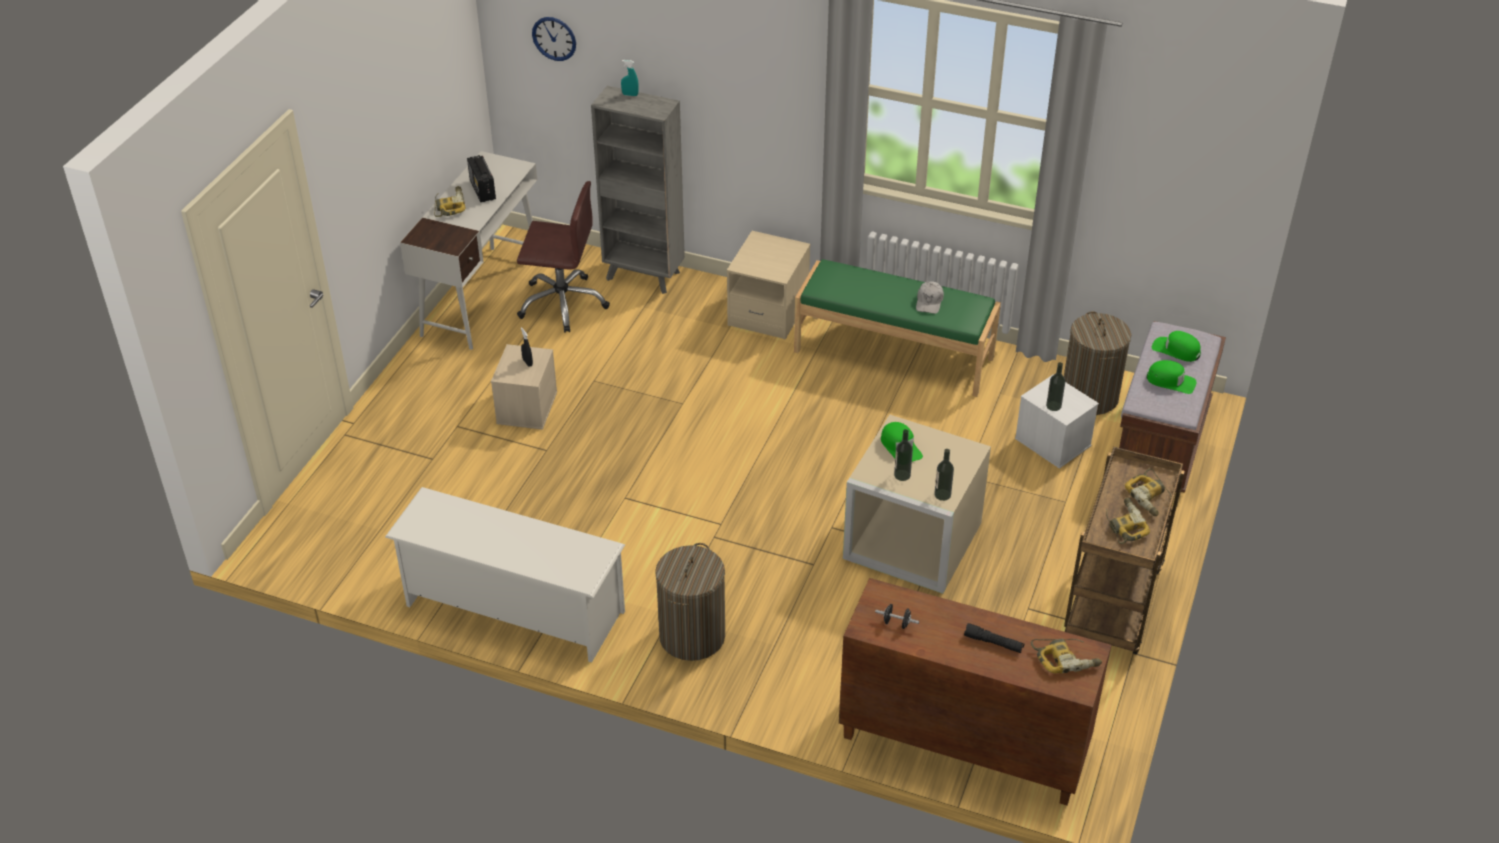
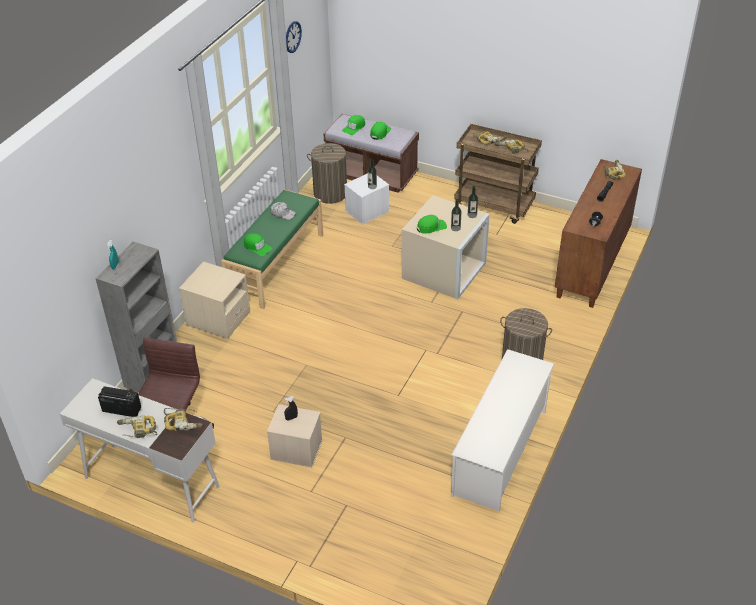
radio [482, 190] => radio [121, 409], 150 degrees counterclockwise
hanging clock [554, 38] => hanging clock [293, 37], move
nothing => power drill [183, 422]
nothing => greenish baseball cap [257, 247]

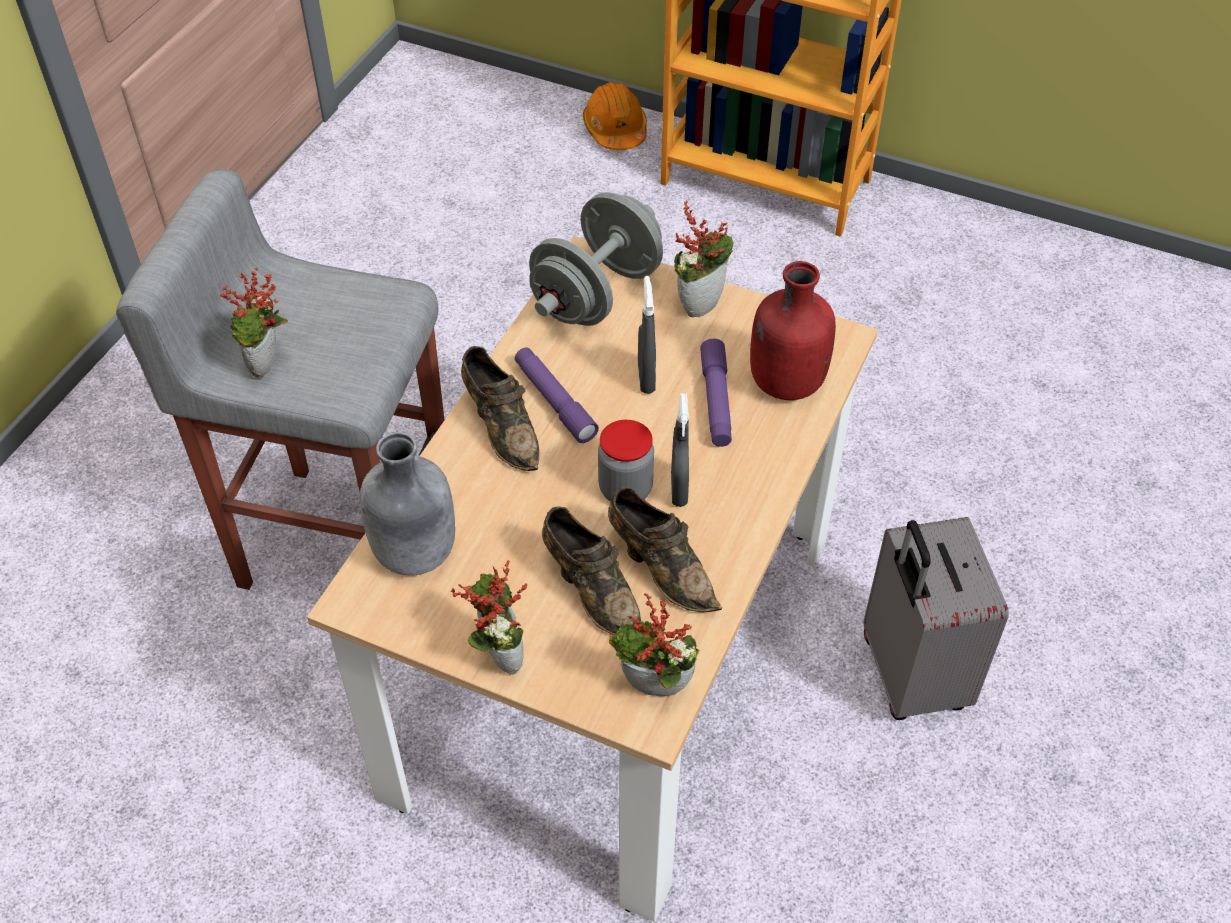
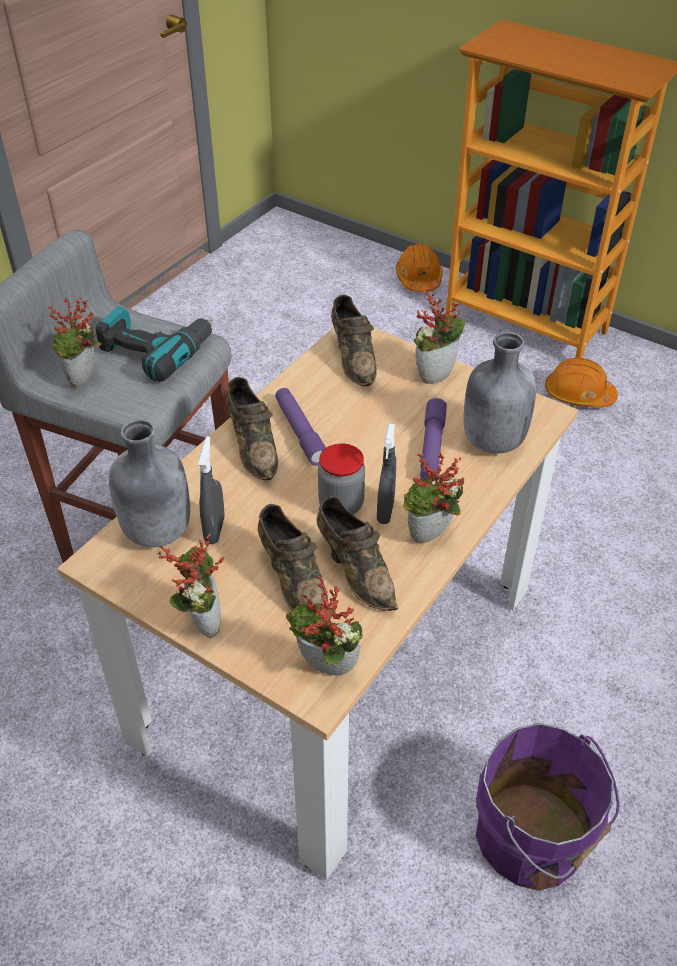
grey free weight [596, 294] => brown low shoe [353, 358]
grey hand sprayer [646, 378] => grey hand sprayer [214, 530], move
reddish bottle [784, 383] => grey bottle [491, 441]
grey suitcase [909, 675] => nothing
nothing => power drill [156, 350]
nothing => plant in a pot [430, 539]
nothing => purple water bucket [534, 839]
nothing => orange work helmet [578, 395]

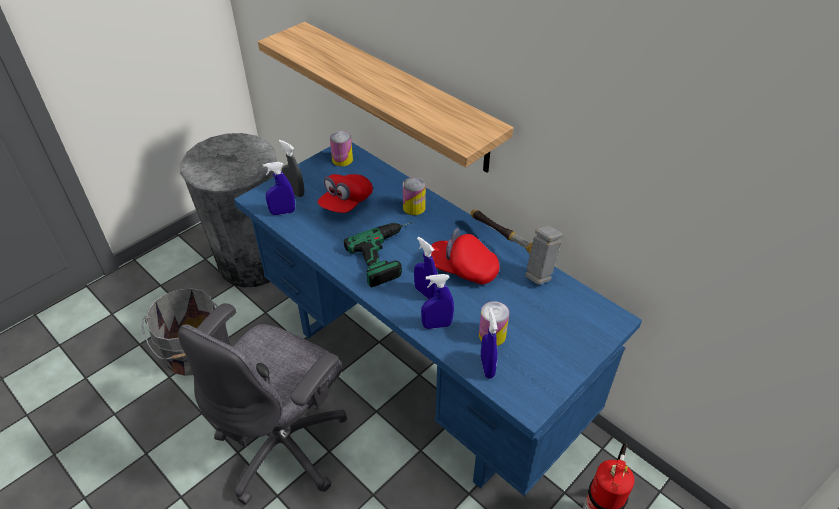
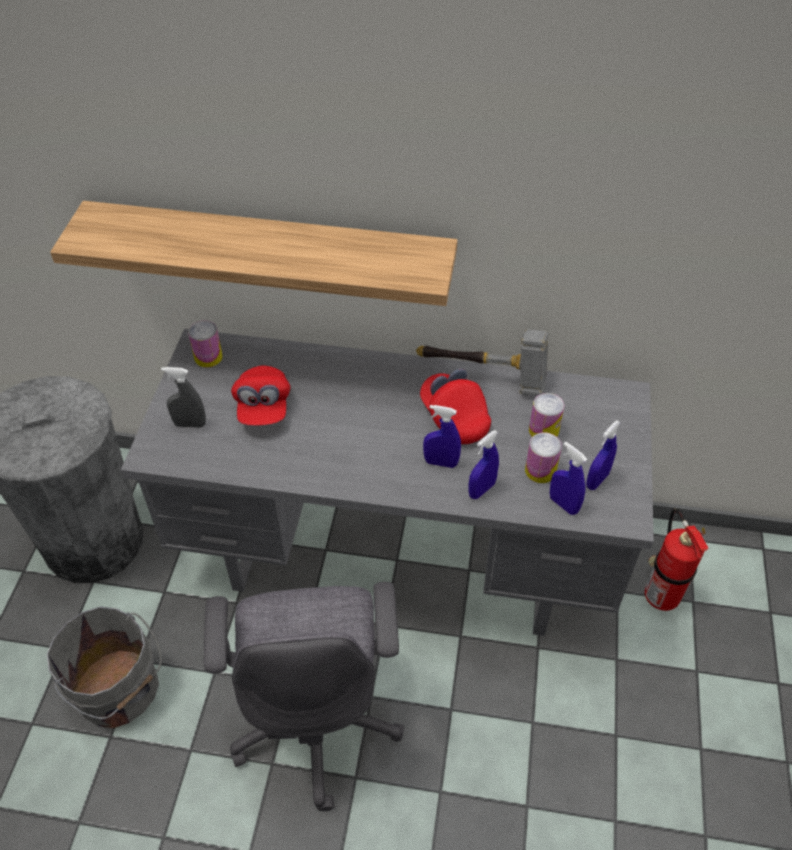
blue desk [422, 373] => grey desk [398, 557]
blue hand sprayer [283, 212] => blue hand sprayer [597, 480], move
power drill [390, 254] => nothing
can [414, 207] => can [543, 430], move
reddish baseball cap [463, 269] => reddish baseball cap [454, 417], 75 degrees clockwise

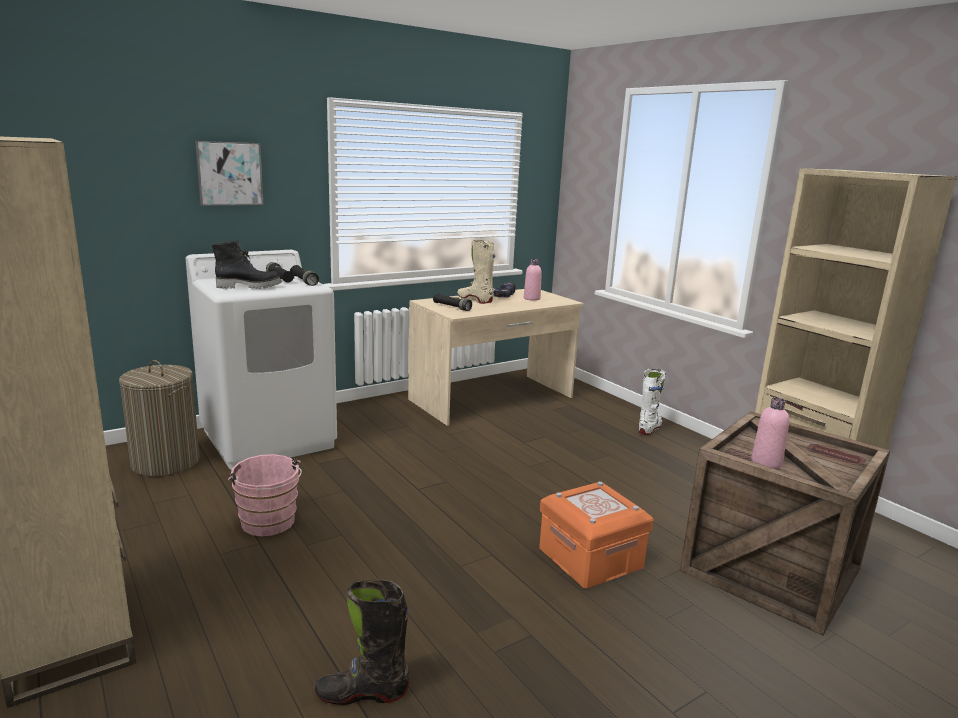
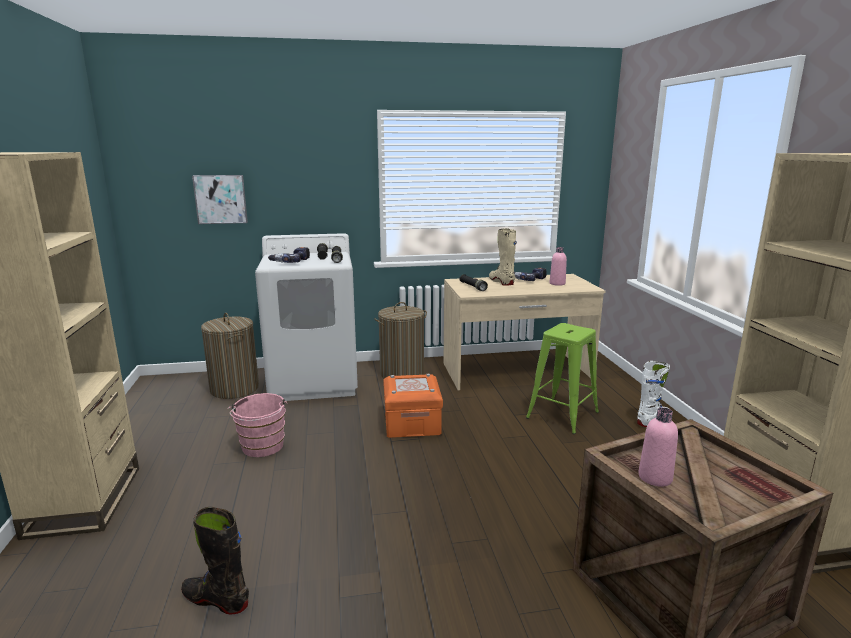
wall picture [229, 173] => wall picture [221, 199], move
blackish boot [249, 286] => power drill [291, 261]
orange storage bin [590, 558] => orange storage bin [412, 424], move
nothing => washing basket [402, 373]
nothing => greenish sitting stool [563, 415]

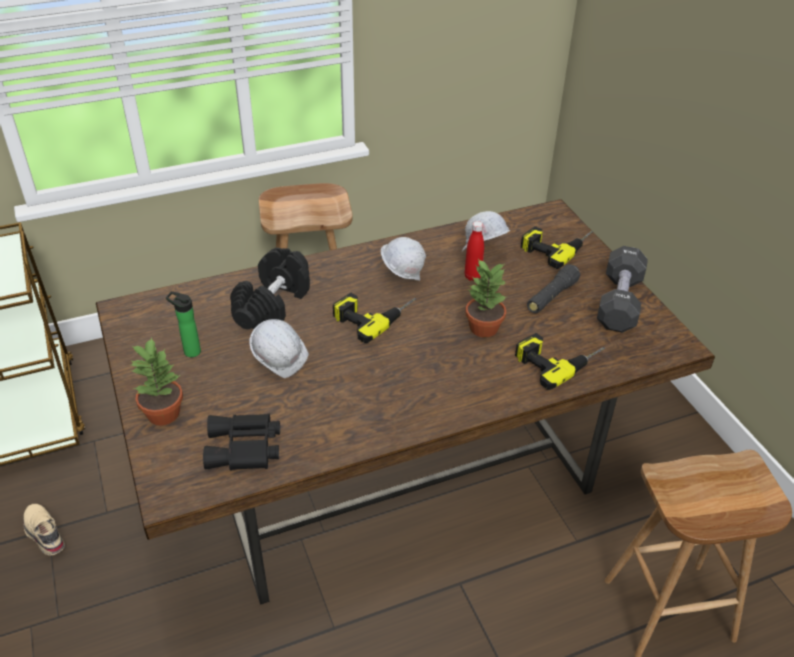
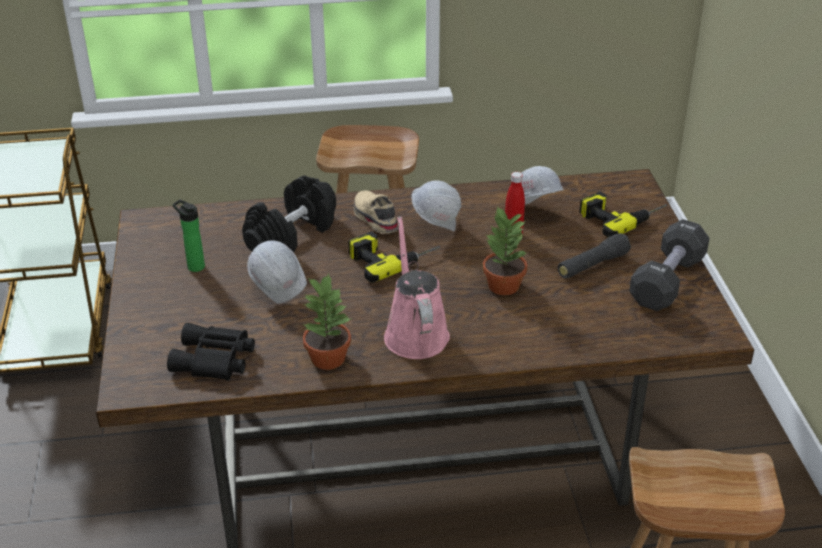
sand-coloured low shoe [43, 533] => sand-coloured low shoe [374, 218], move
plant in a pot [163, 413] => plant in a pot [328, 358], move
power drill [557, 358] => nothing
nothing => pink watering pot [415, 333]

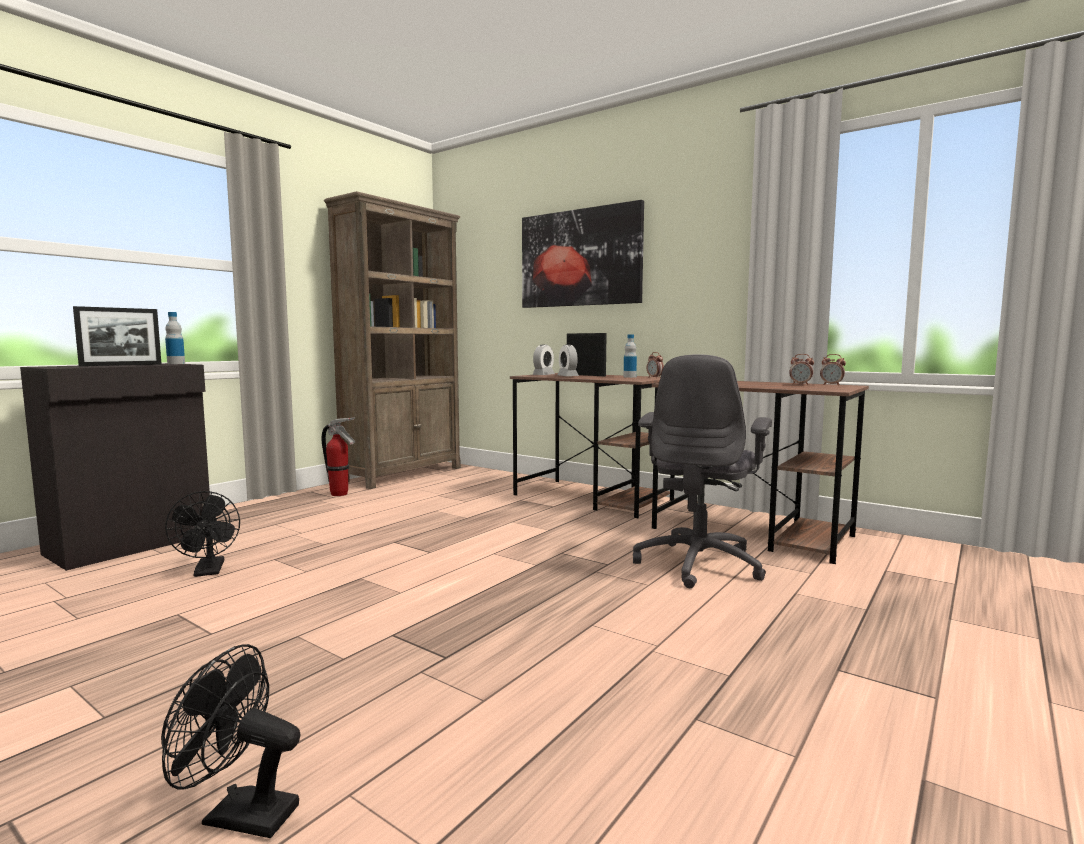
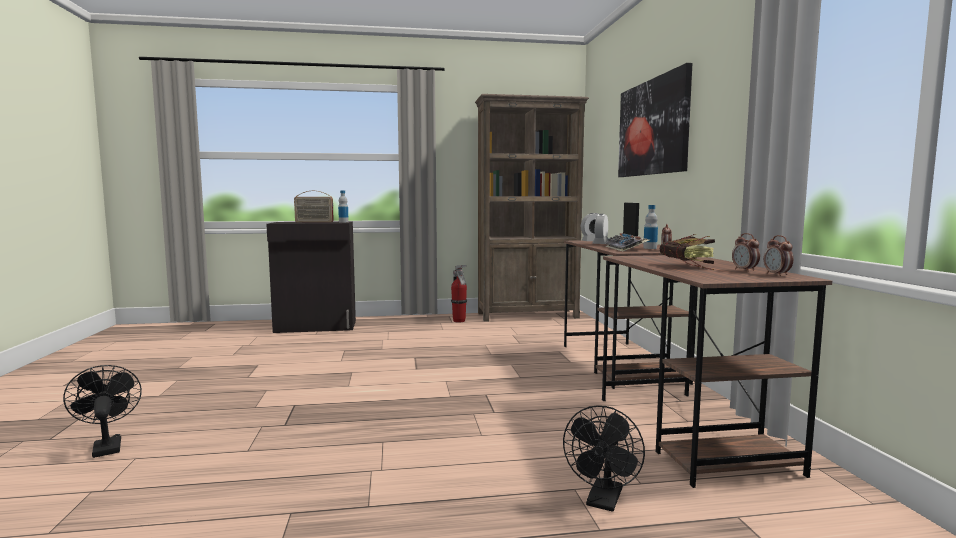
photo frame [121, 365] => radio [314, 222]
blackish electric fan [209, 571] => blackish electric fan [603, 502], move
grey office chair [699, 564] => nothing
nothing => computer keyboard [626, 248]
nothing => volume [689, 267]

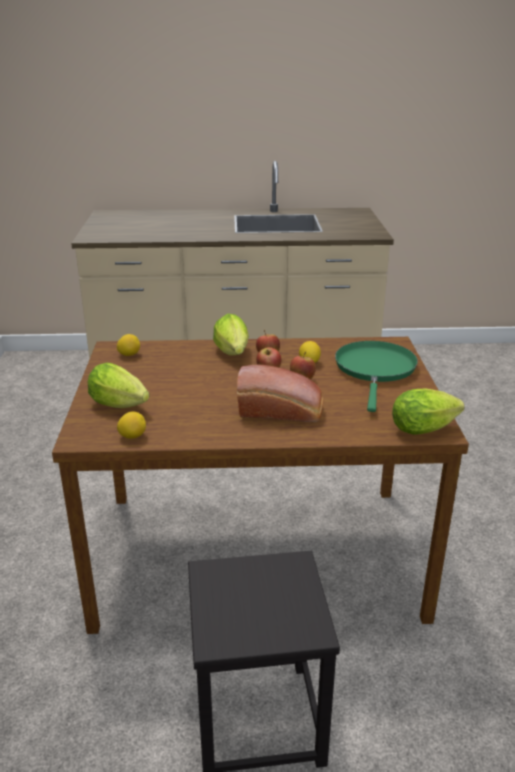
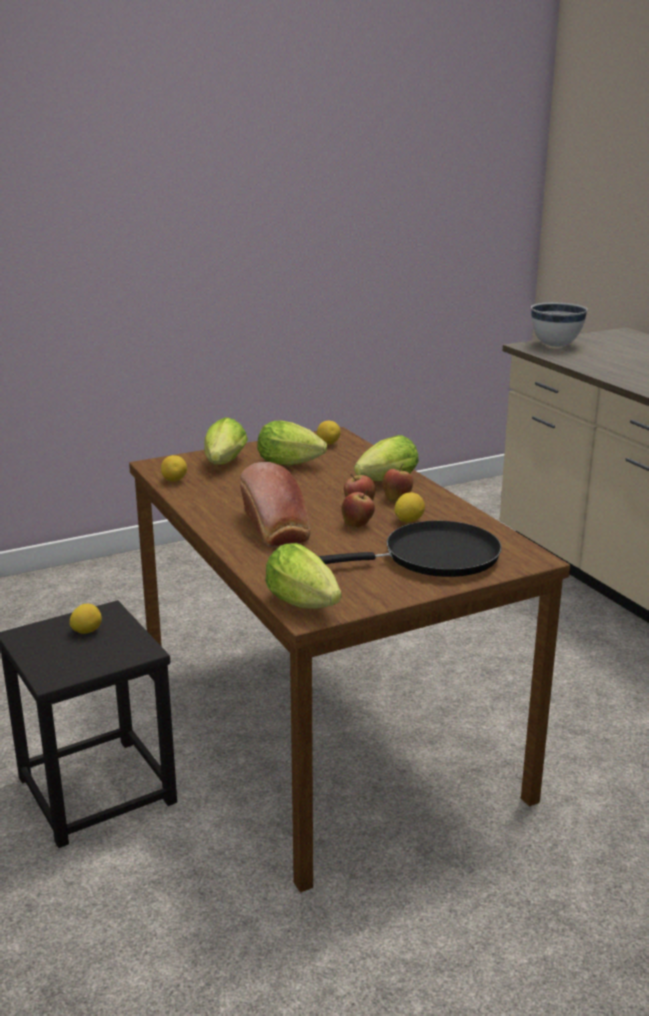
greenish skillet [375, 370] => blackish skillet [433, 557]
nothing => lemon [87, 631]
nothing => lettuce [293, 464]
nothing => white serving bowl [556, 346]

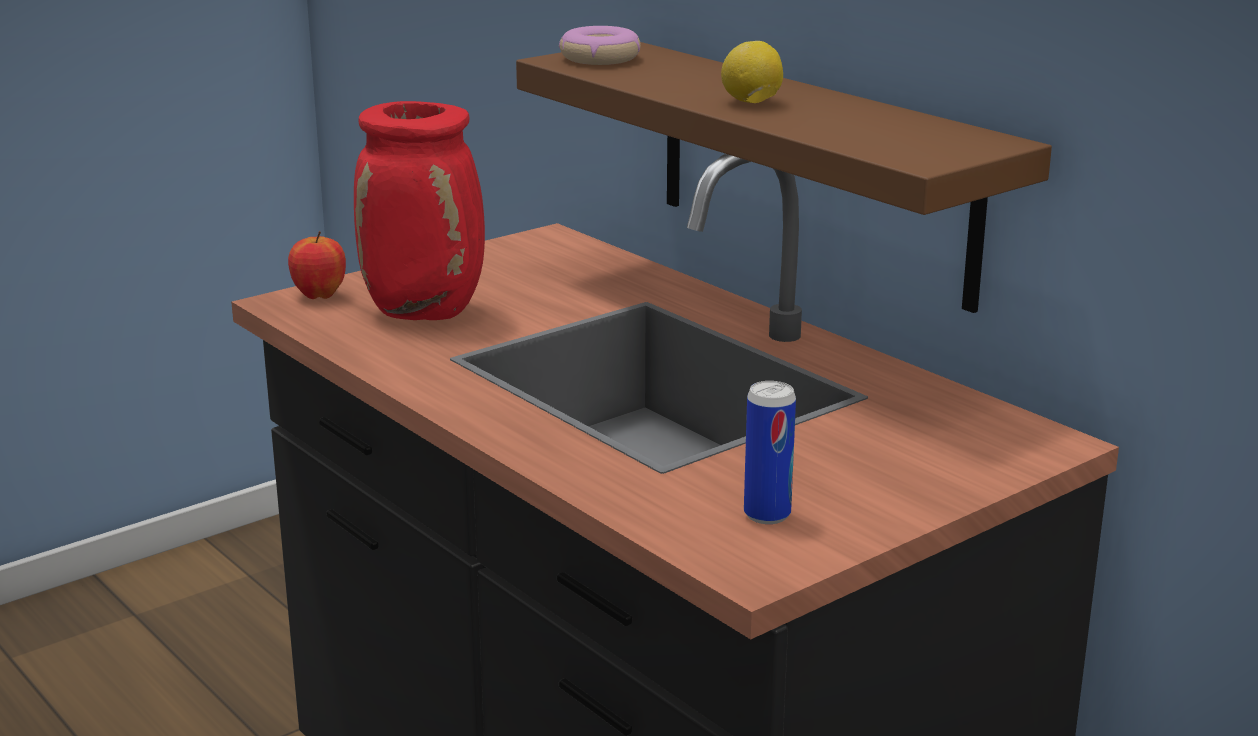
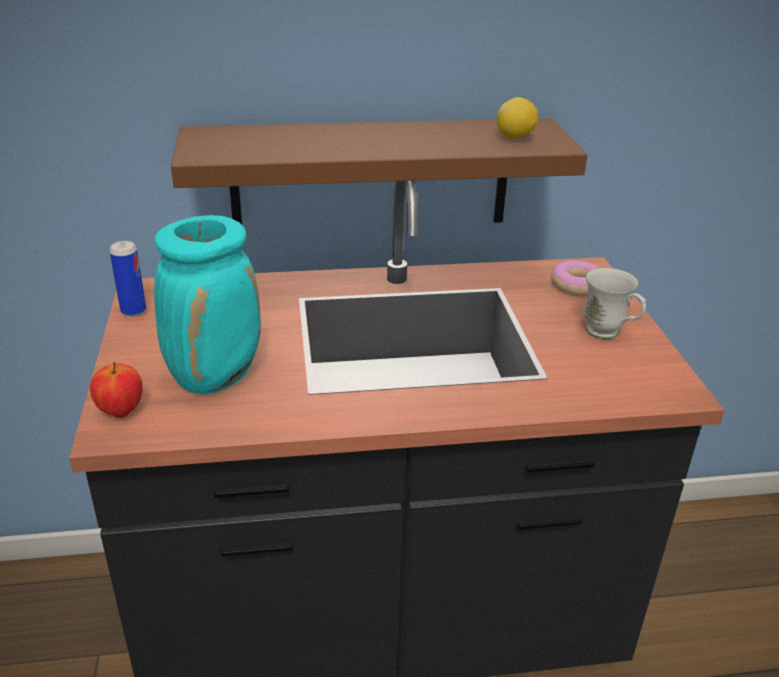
reddish decorative vase [427, 312] => turquoise decorative vase [215, 376]
ring doughnut [599, 58] => ring doughnut [576, 285], move
lemon [752, 102] => lemon [515, 138], move
can [767, 514] => can [133, 311], move
nothing => white mug [609, 335]

